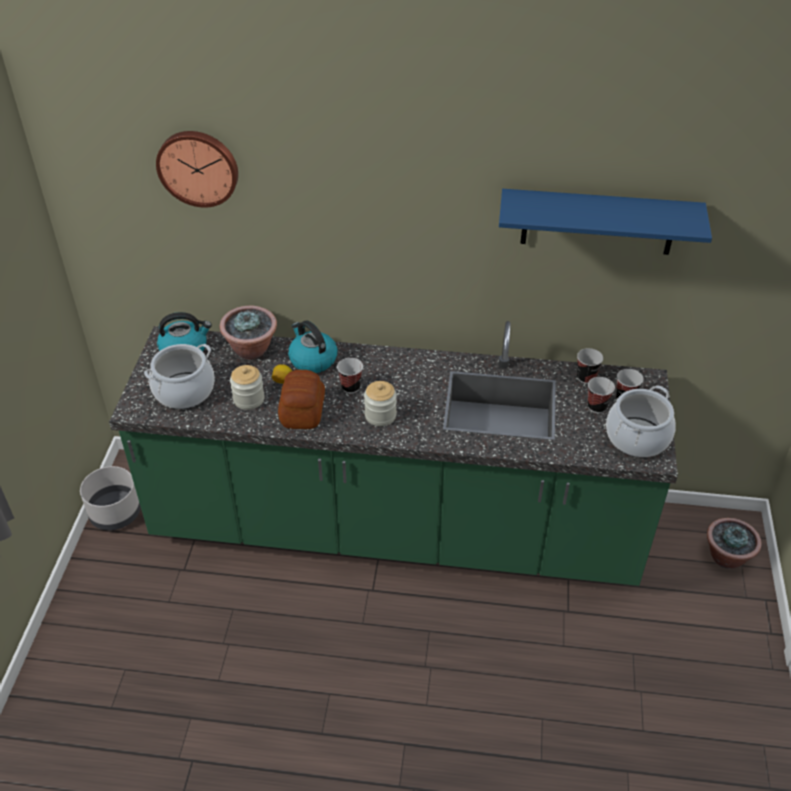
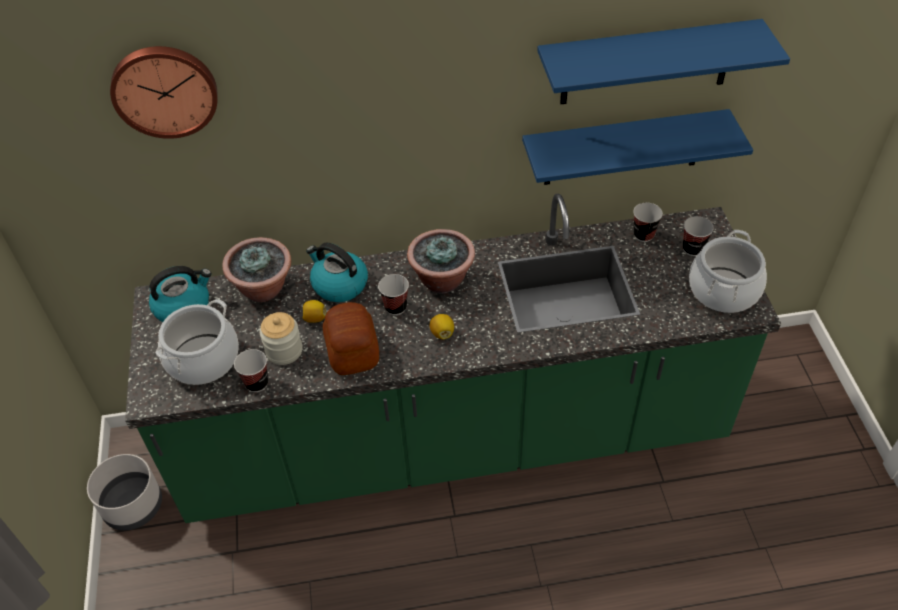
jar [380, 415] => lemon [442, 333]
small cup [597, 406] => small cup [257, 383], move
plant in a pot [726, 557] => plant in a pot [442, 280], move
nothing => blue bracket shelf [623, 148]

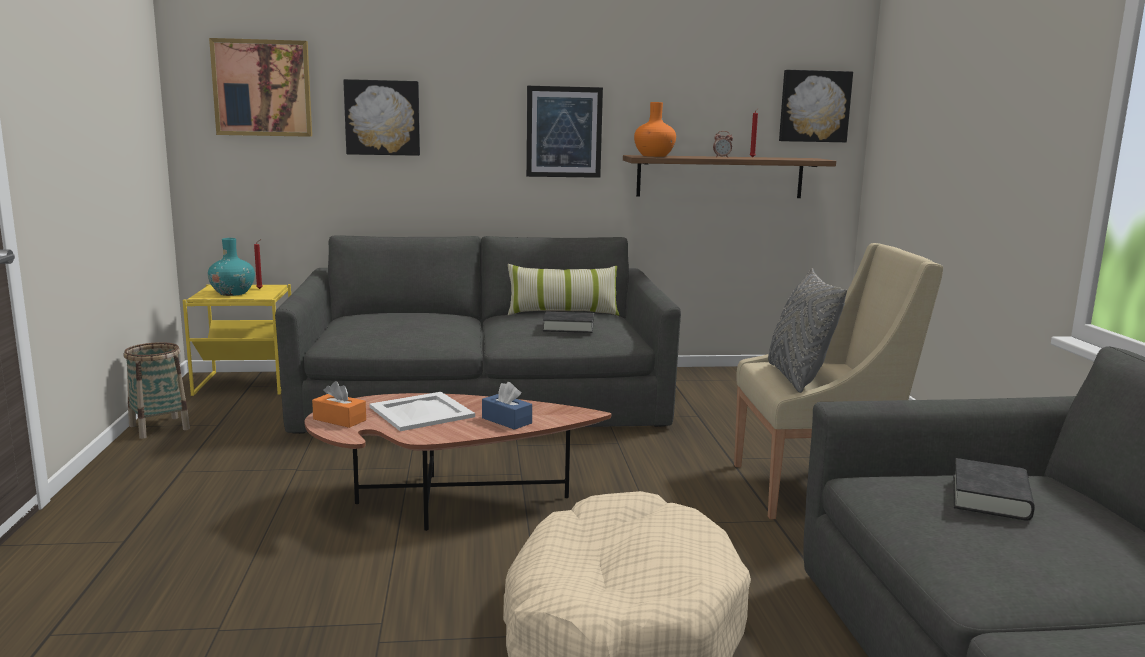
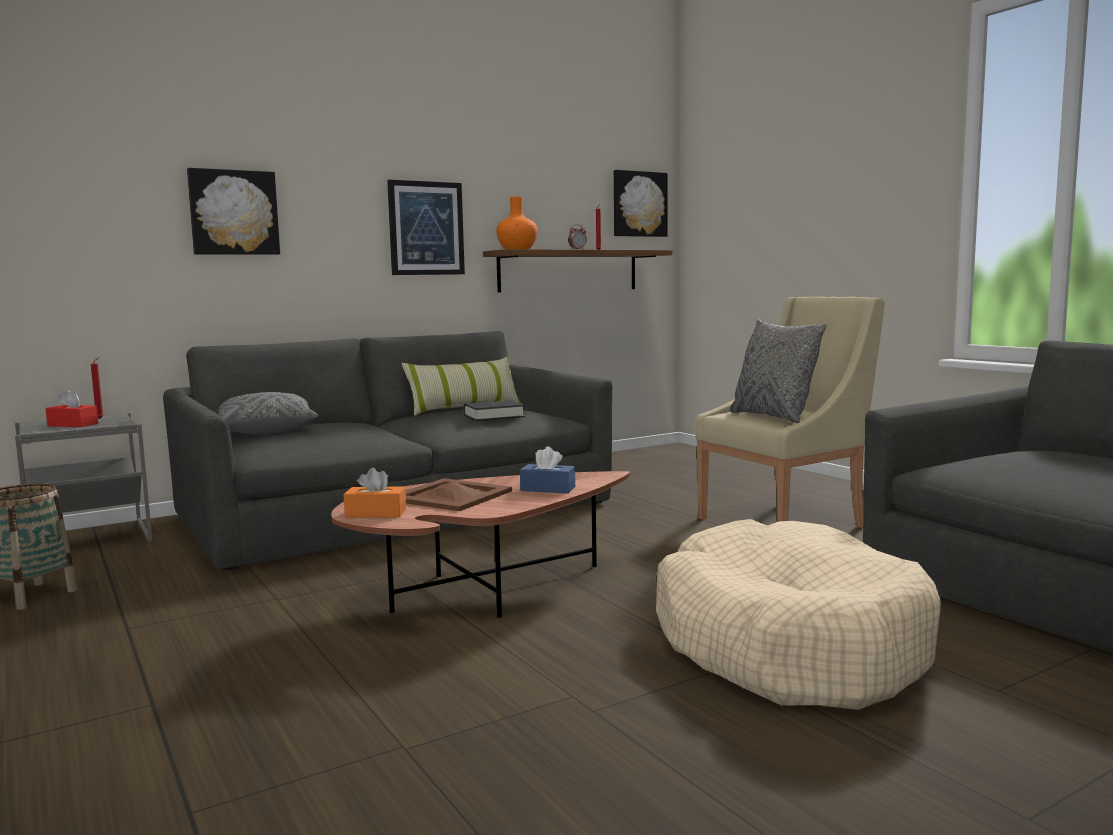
yellow side table [245, 383] => grey side table [88, 539]
turquoise decorative vase [233, 293] => reddish tissue box [73, 425]
wall picture [262, 88] => nothing
white serving tray [422, 411] => brown serving tray [451, 495]
blackish volume [990, 497] => nothing
nothing => grey cushion [265, 431]

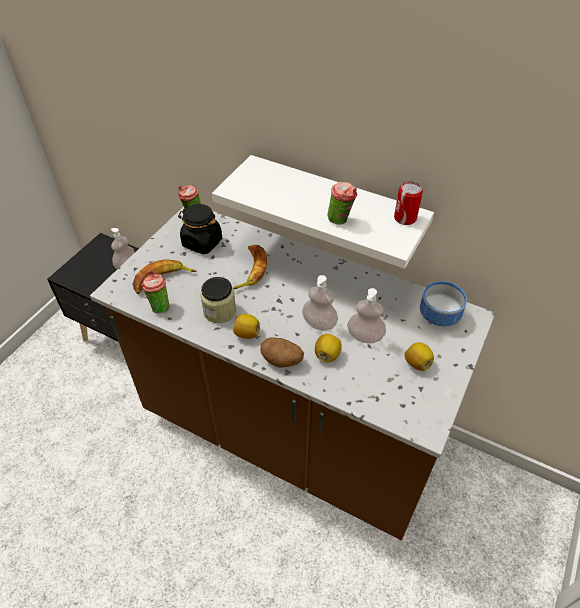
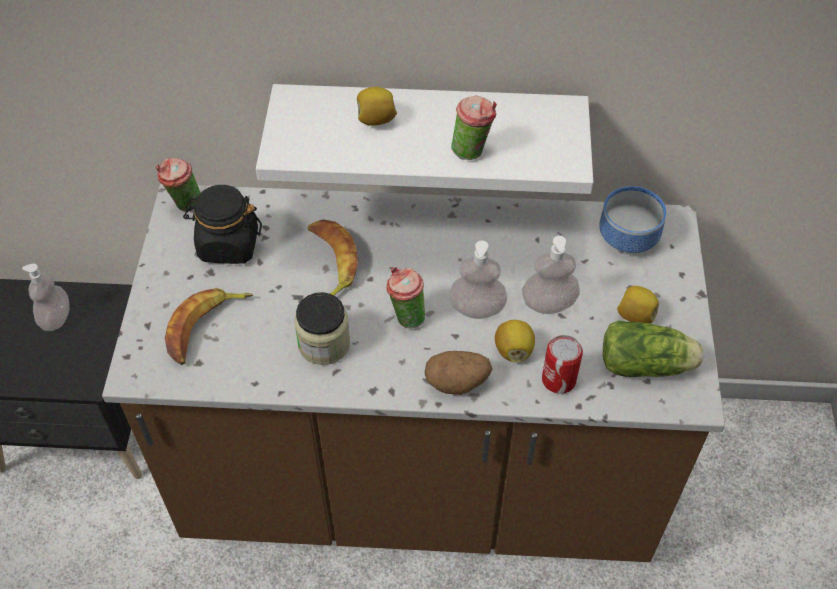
small cup [159, 306] => small cup [406, 316], move
lemon [247, 333] => lemon [376, 120], move
can [405, 218] => can [558, 380], move
nothing => lettuce [648, 365]

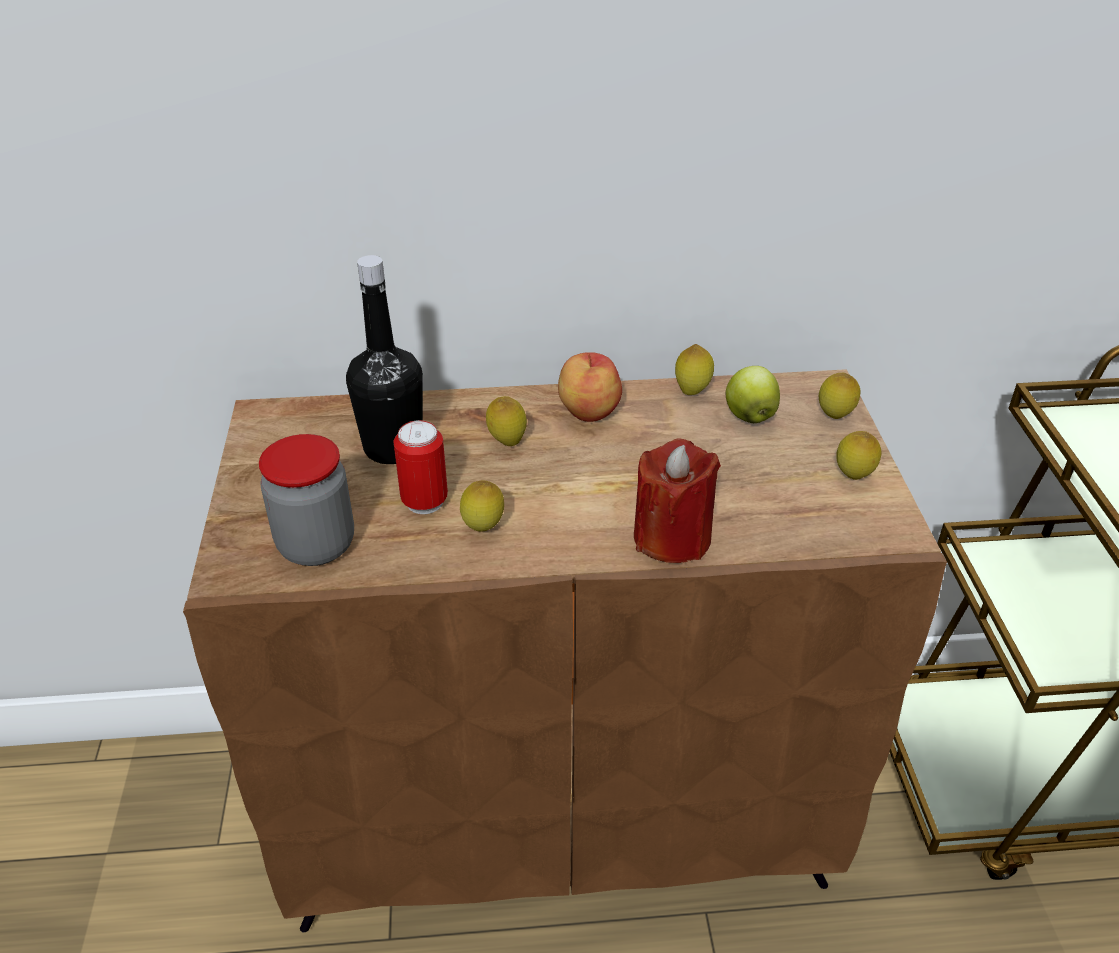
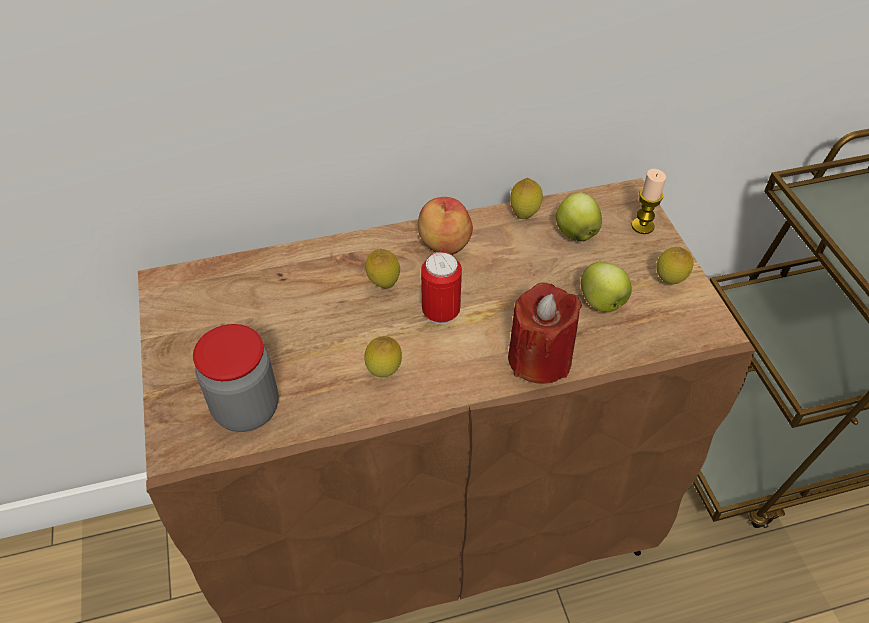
blackish bottle [393, 447] => nothing
can [424, 502] => can [441, 313], move
lemon [834, 418] => wax candle [642, 226]
nothing => apple fruit [602, 304]

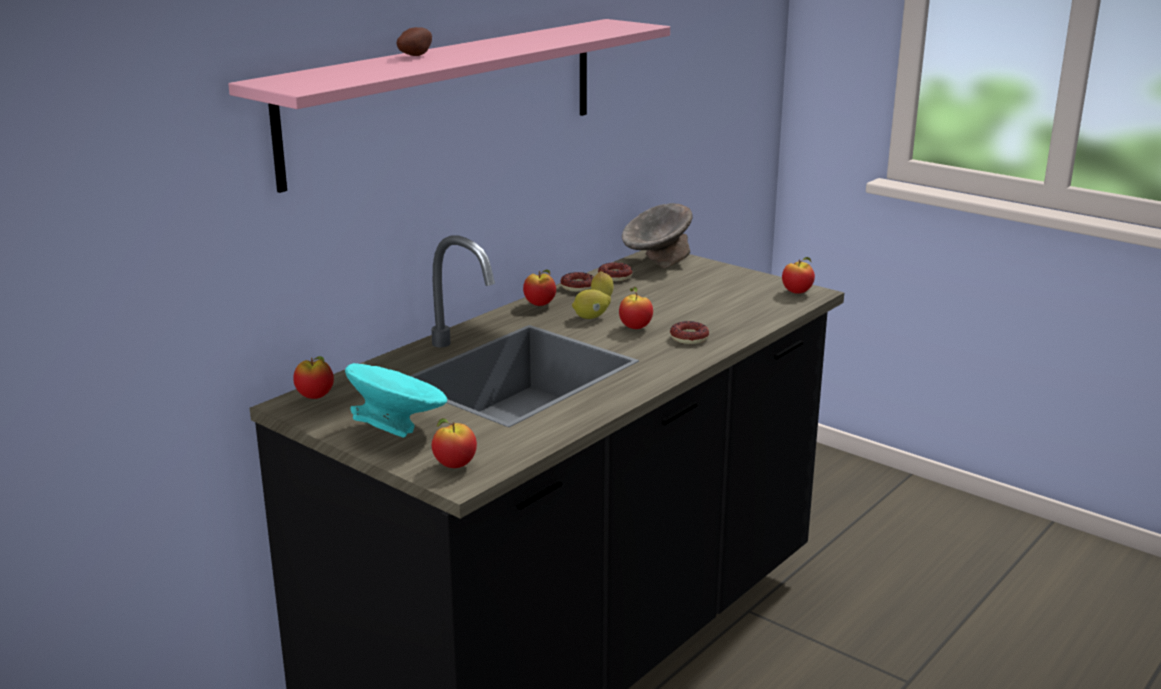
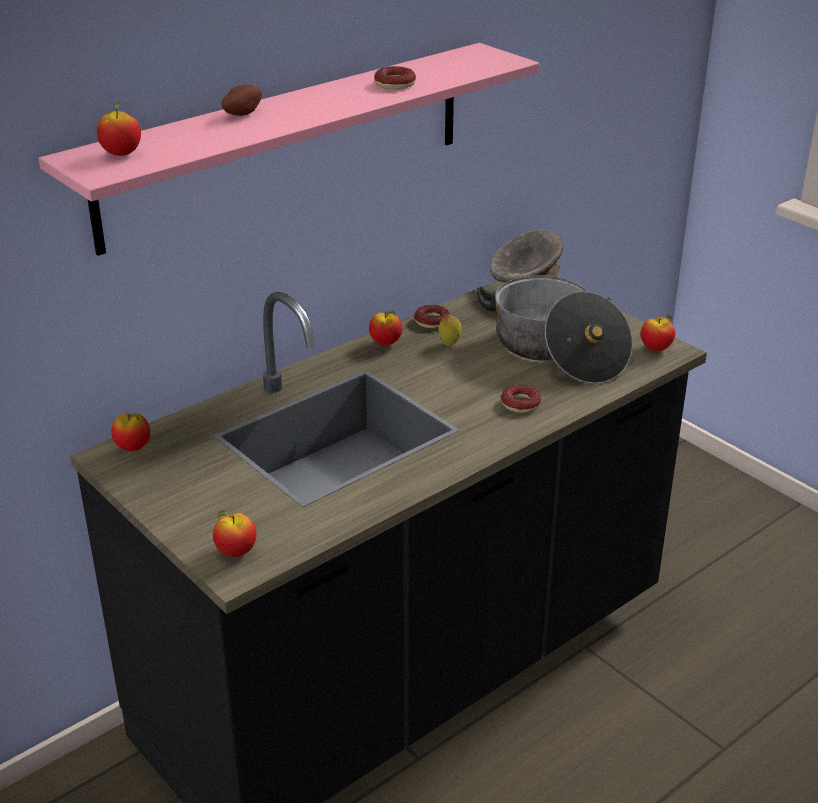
turquoise serving bowl [397, 430] => nothing
lemon [591, 317] => nothing
ring doughnut [615, 276] => ring doughnut [395, 84], move
apple fruit [635, 327] => apple fruit [121, 154], move
nothing => saucepot [556, 351]

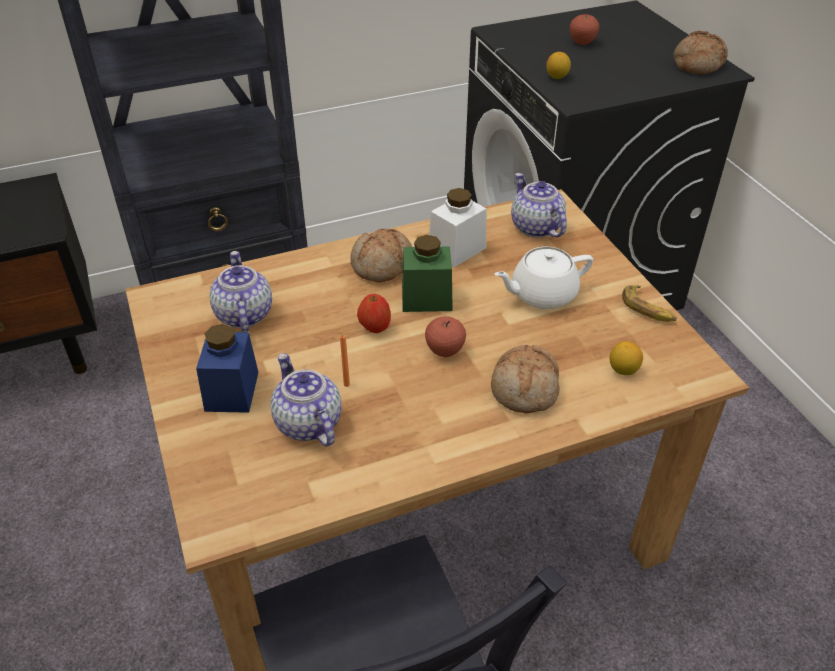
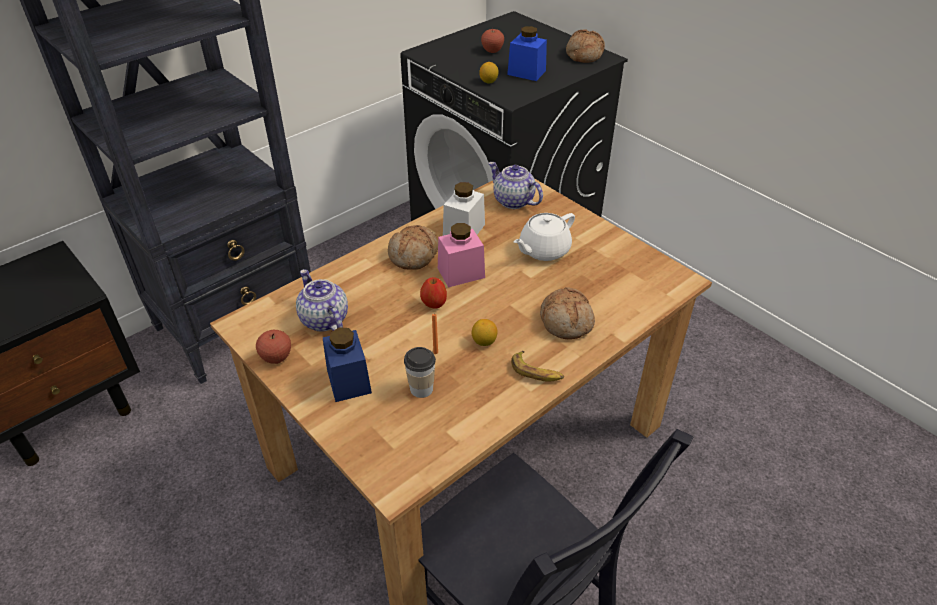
teapot [307, 423] => small cup [421, 389]
greenish jar [426, 298] => pink jar [461, 273]
apple fruit [445, 350] => apple fruit [276, 357], move
lemon [623, 370] => lemon [484, 341], move
banana [648, 309] => banana [536, 372], move
nothing => blue jar [526, 72]

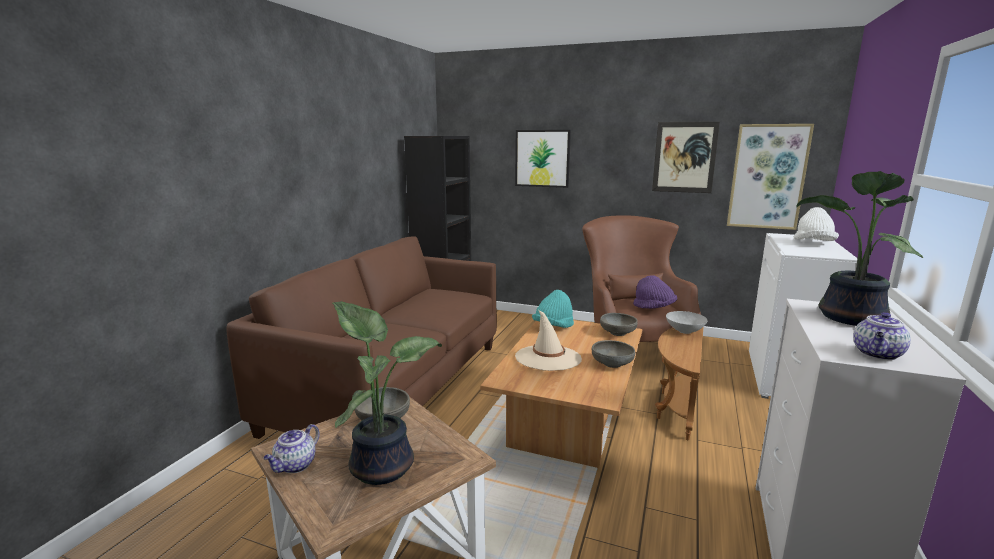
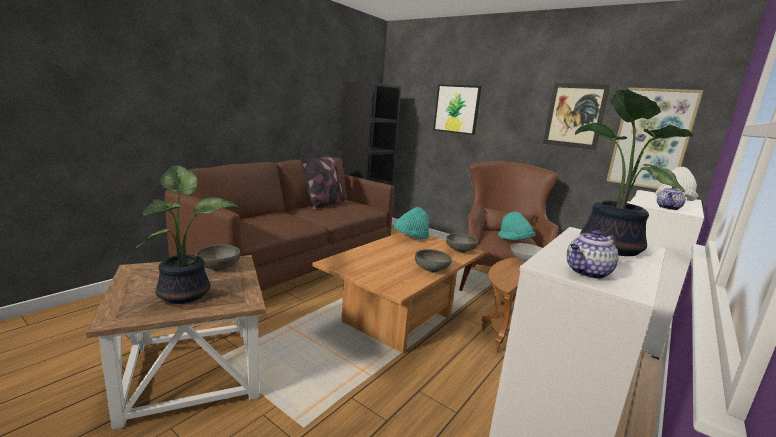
teapot [295, 466] => teapot [668, 208], move
sand-coloured clothing hat [548, 358] => nothing
purple clothing hat [654, 308] => turquoise clothing hat [514, 240]
nothing => cushion [323, 204]

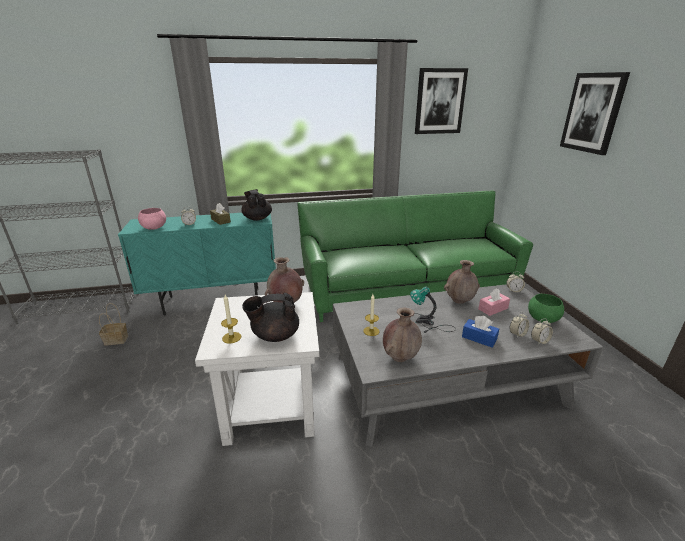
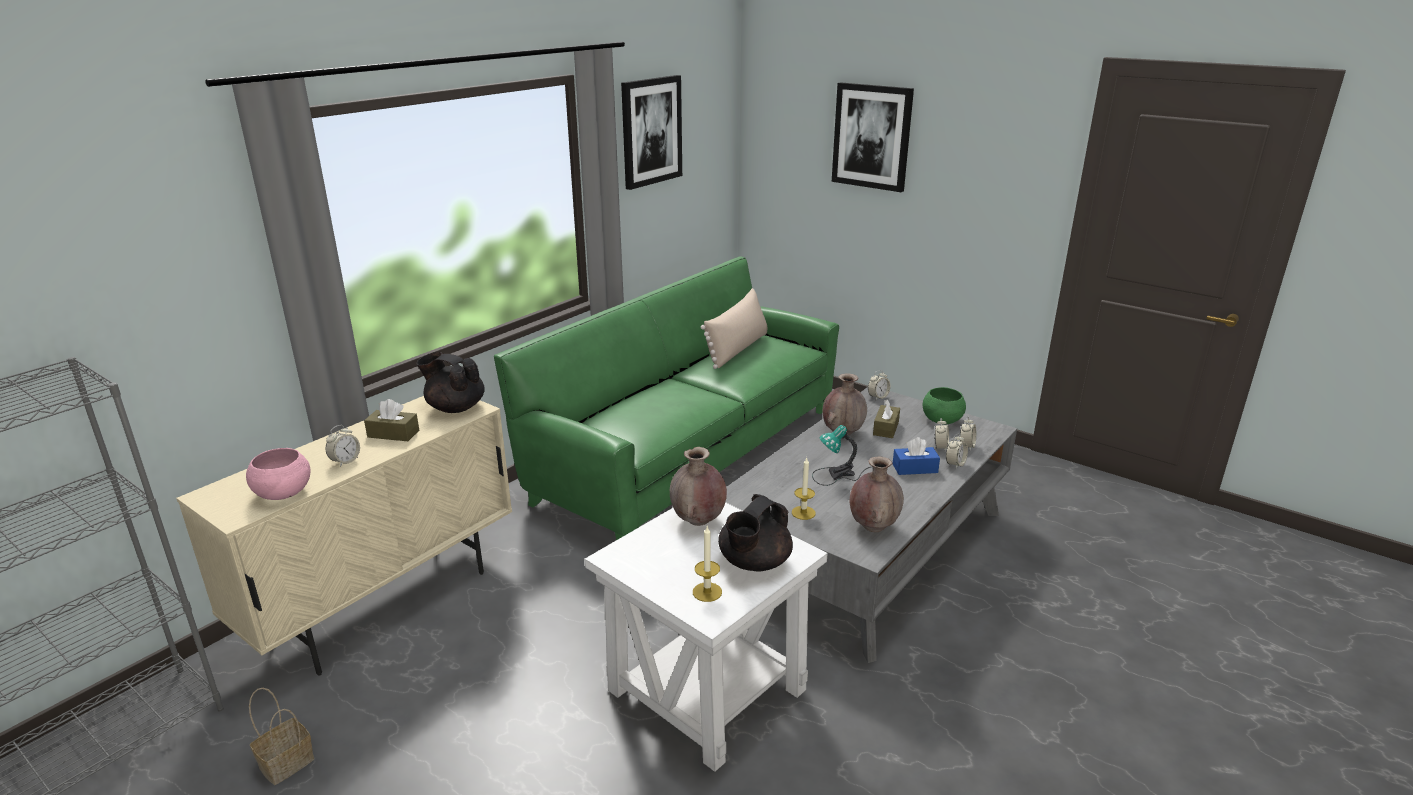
turquoise cupboard [214, 301] => sand-coloured cupboard [385, 604]
pink tissue box [493, 309] => brown tissue box [886, 428]
nothing => sand-coloured cushion [737, 349]
nothing => alarm clock [955, 464]

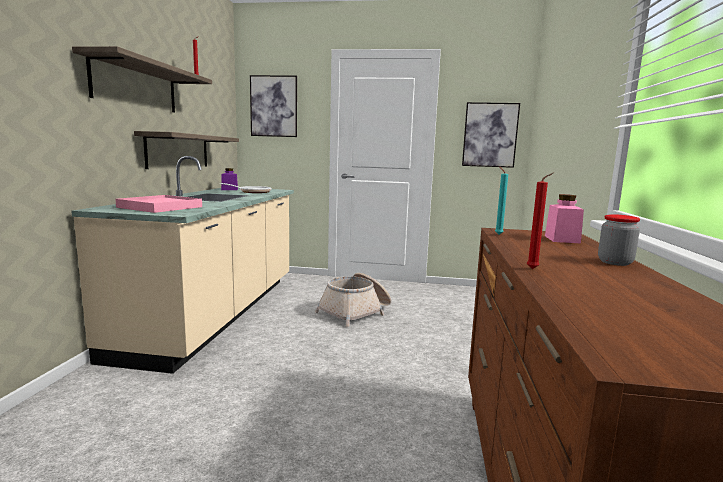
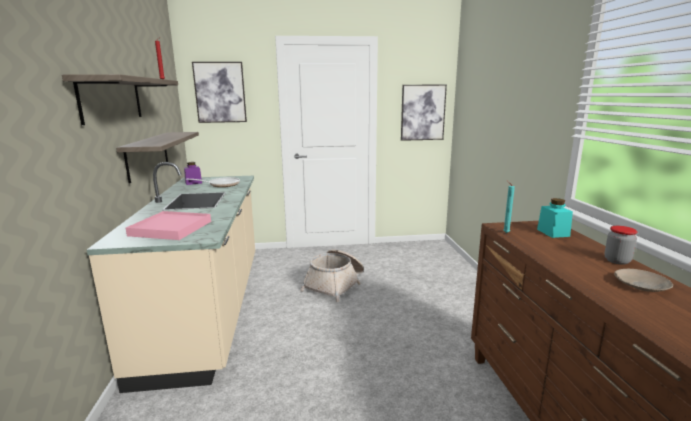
reddish wax candle [534, 269] => nothing
pink jar [562, 239] => turquoise jar [553, 233]
nothing => sand-coloured dinner plate [641, 285]

